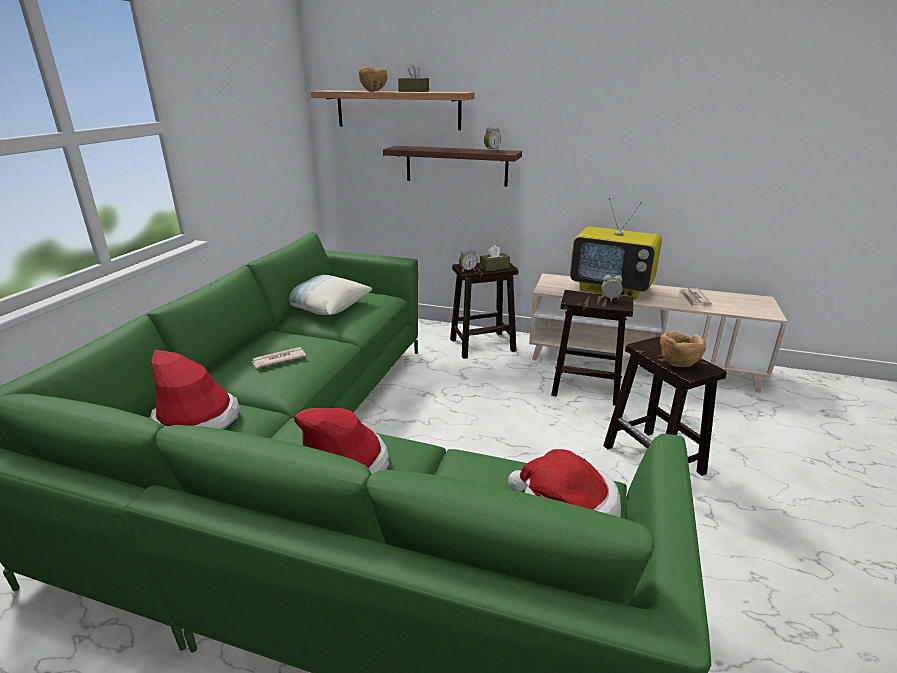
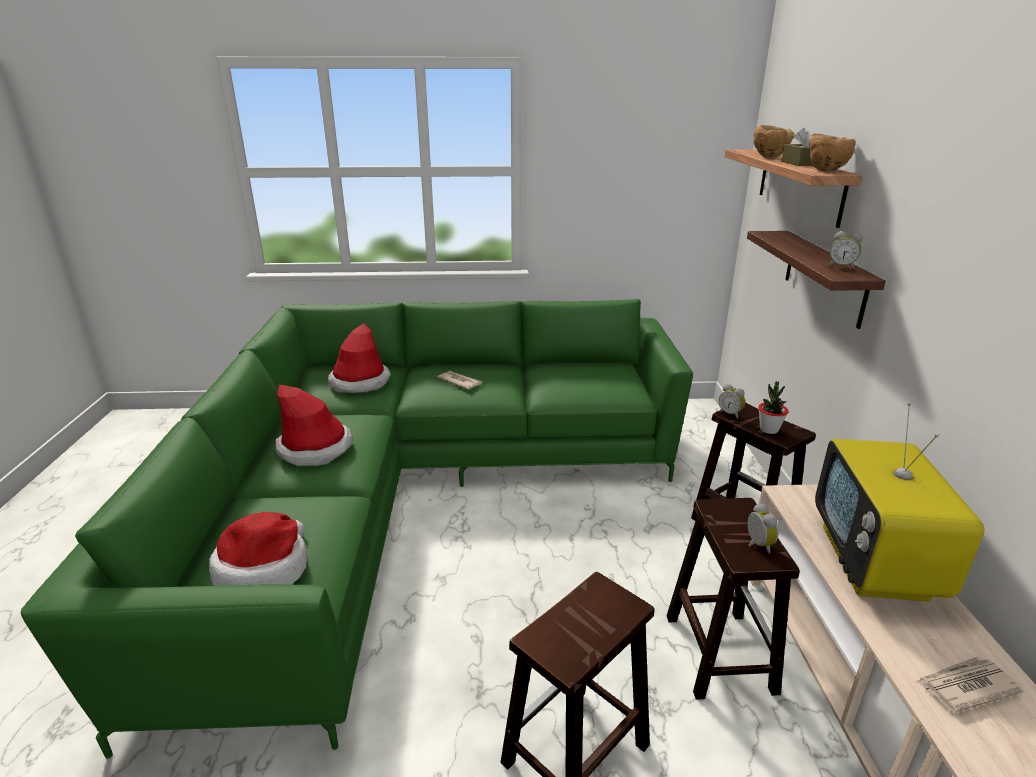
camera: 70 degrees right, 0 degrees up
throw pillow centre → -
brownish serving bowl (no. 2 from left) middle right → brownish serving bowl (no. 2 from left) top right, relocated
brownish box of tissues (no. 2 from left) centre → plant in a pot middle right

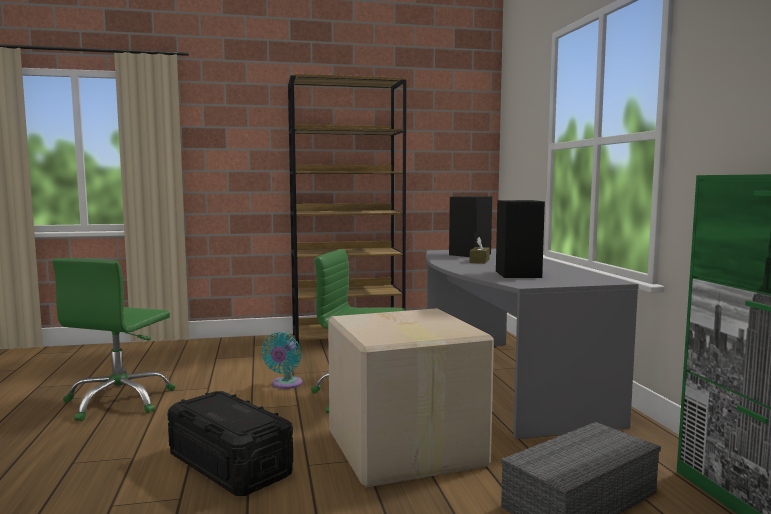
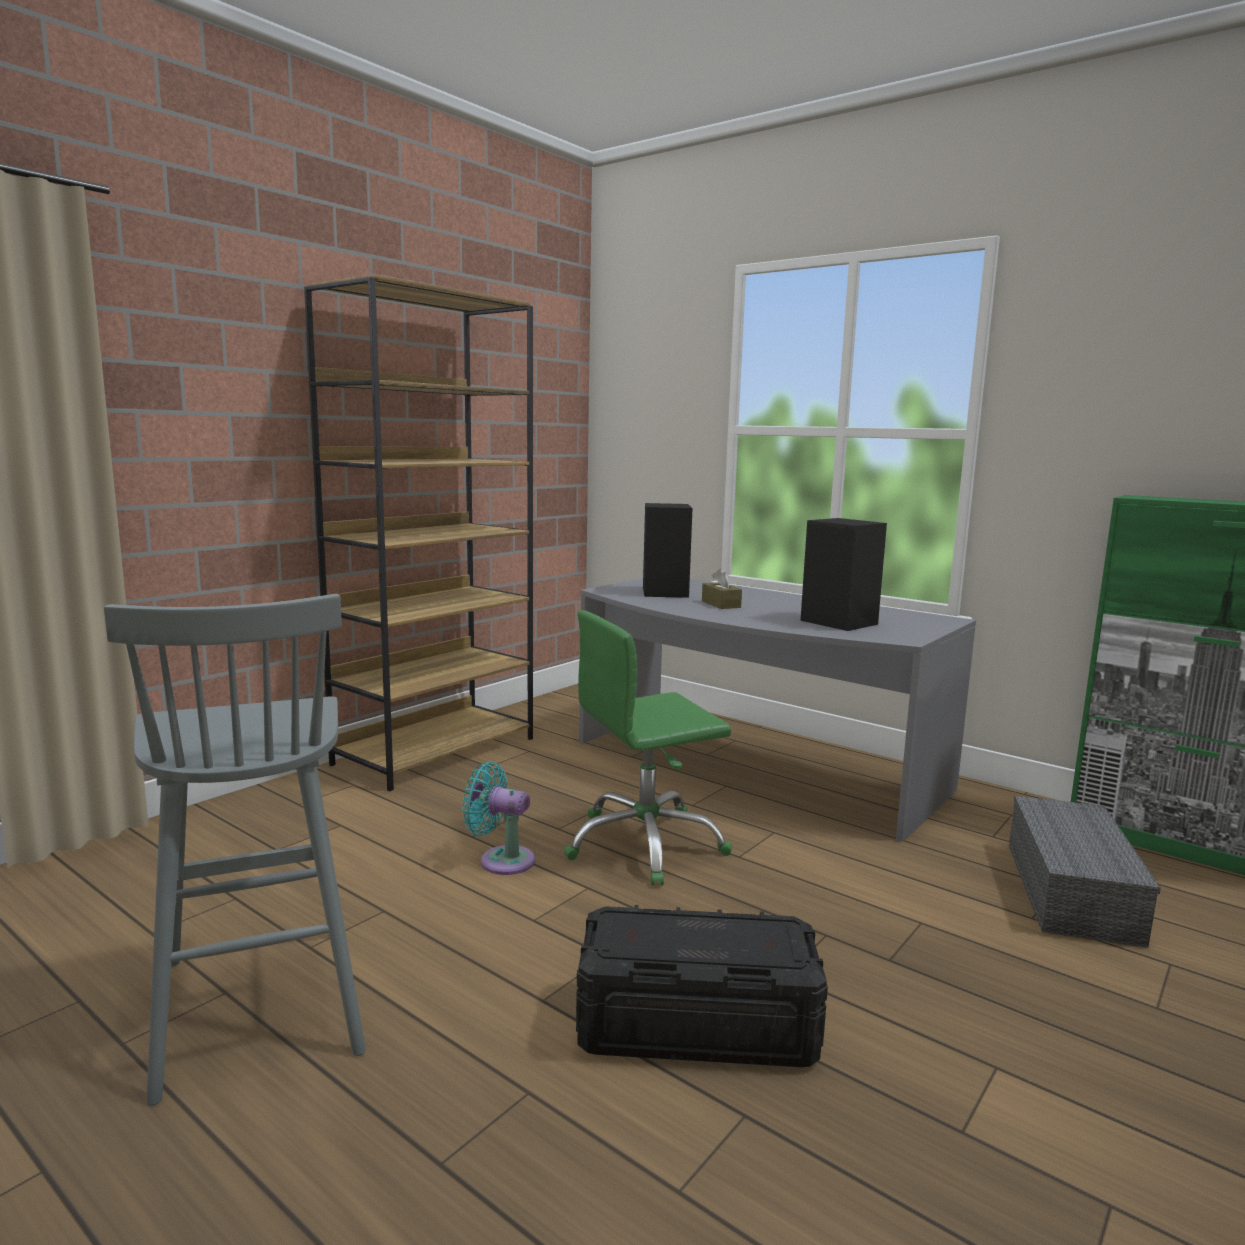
camera: 40 degrees left, 5 degrees up
carton bottom centre → -
greenish desk chair (no. 1 from left) middle left → greyish stool seat bottom left
turquoise-coloured electric fan bottom centre → turquoise-coloured electric fan centre, 135 degrees clockwise

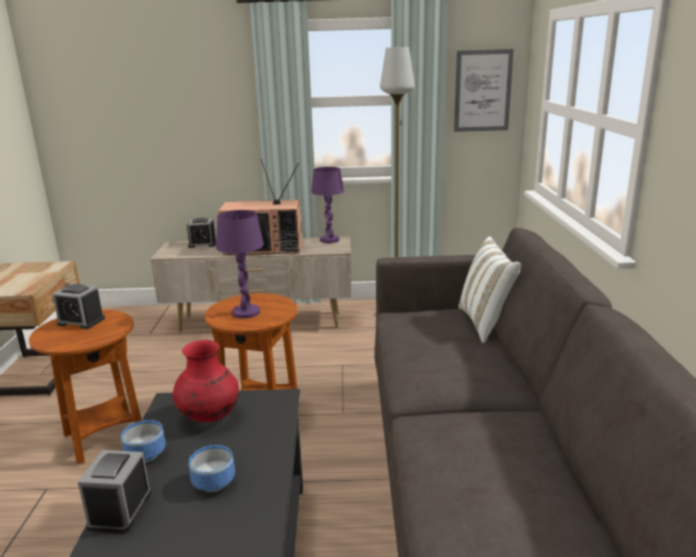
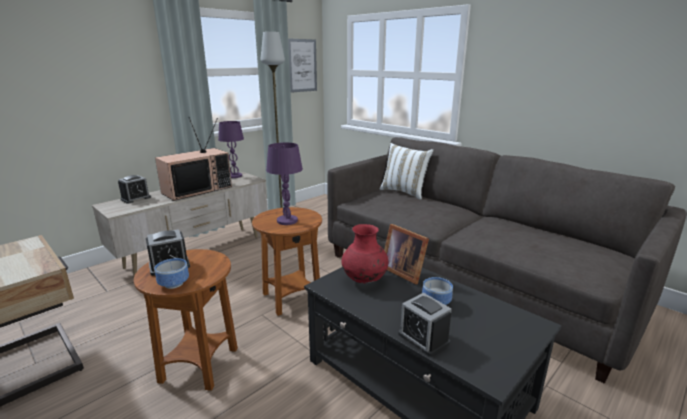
camera: 45 degrees left, 0 degrees up
- → standing frame centre
serving bowl (no. 1 from left) bottom left → serving bowl (no. 1 from left) middle left, relocated

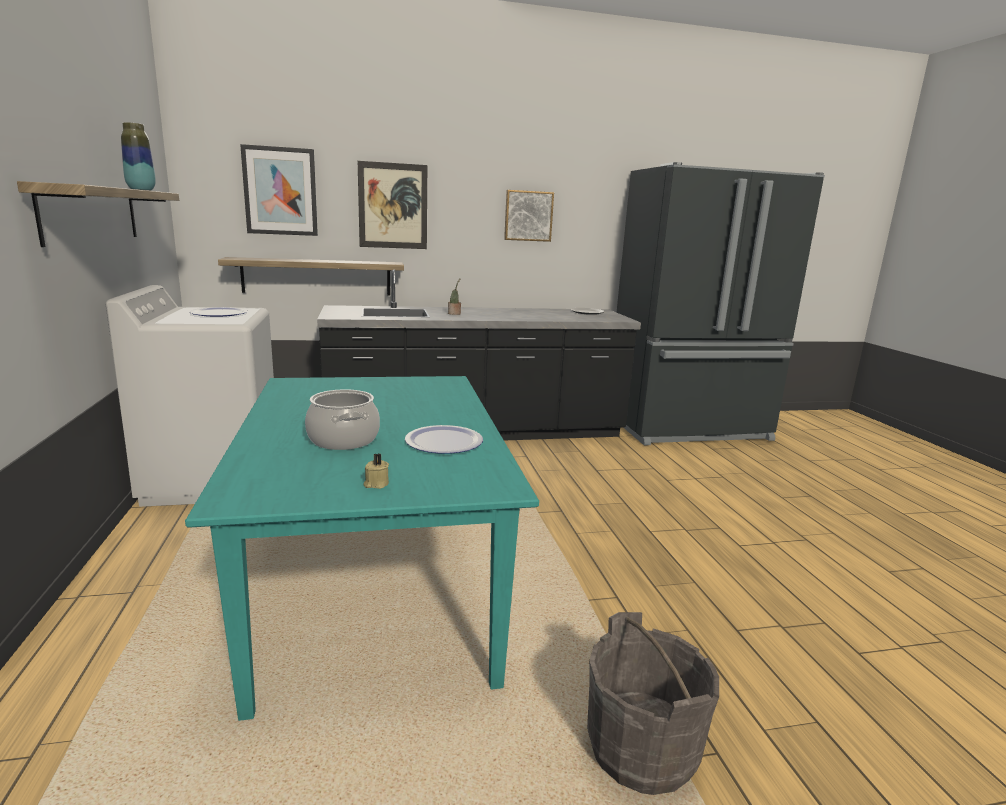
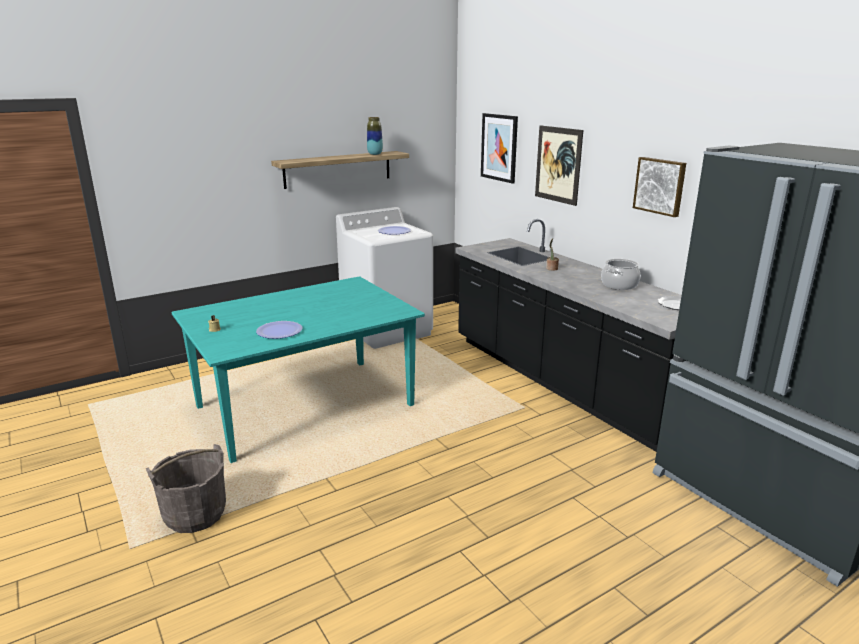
camera: 70 degrees right, 5 degrees up
bracket shelf (no. 2 from left) middle left → -
saucepot centre → saucepot middle right, relocated

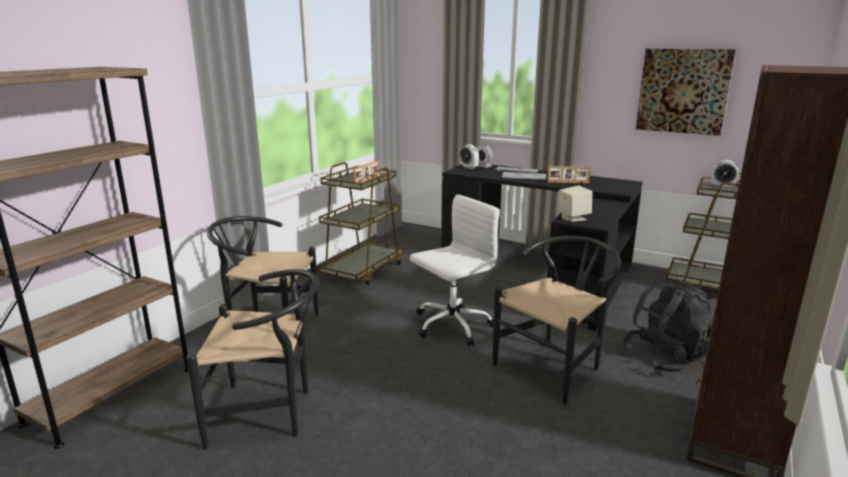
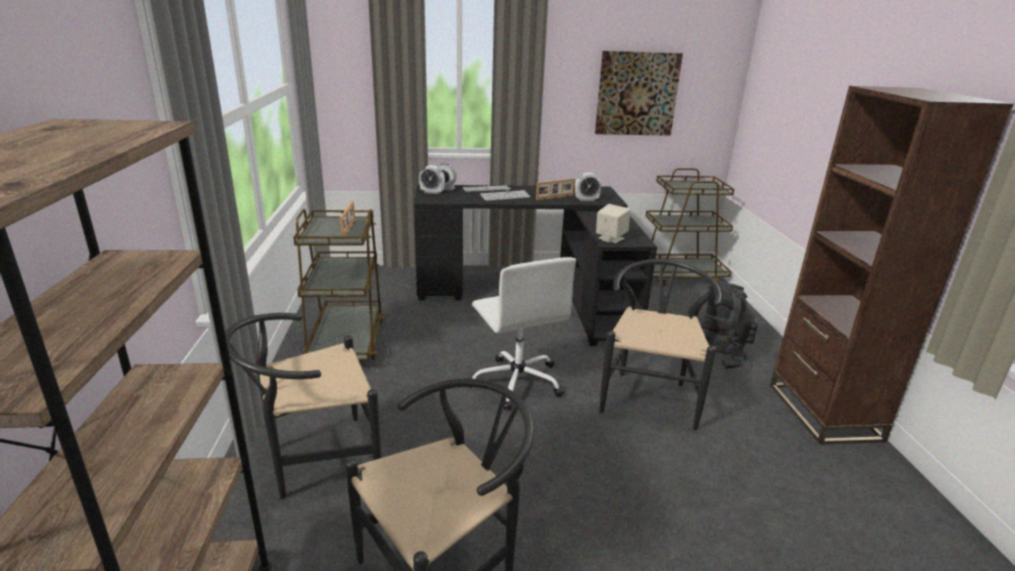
camera: 35 degrees left, 5 degrees up
bedside clock (no. 3 from left) middle right → bedside clock (no. 3 from left) top centre, relocated
whitish desk chair centre, 135 degrees clockwise

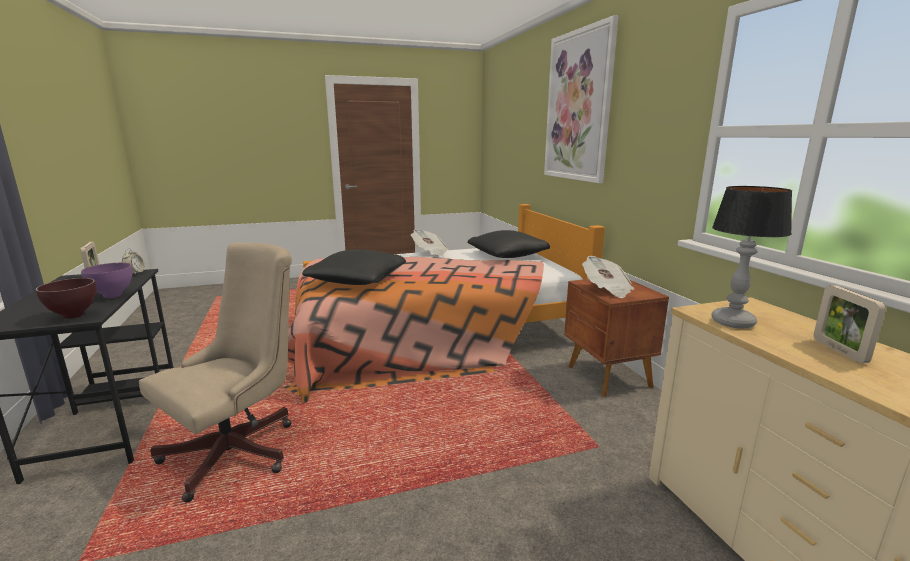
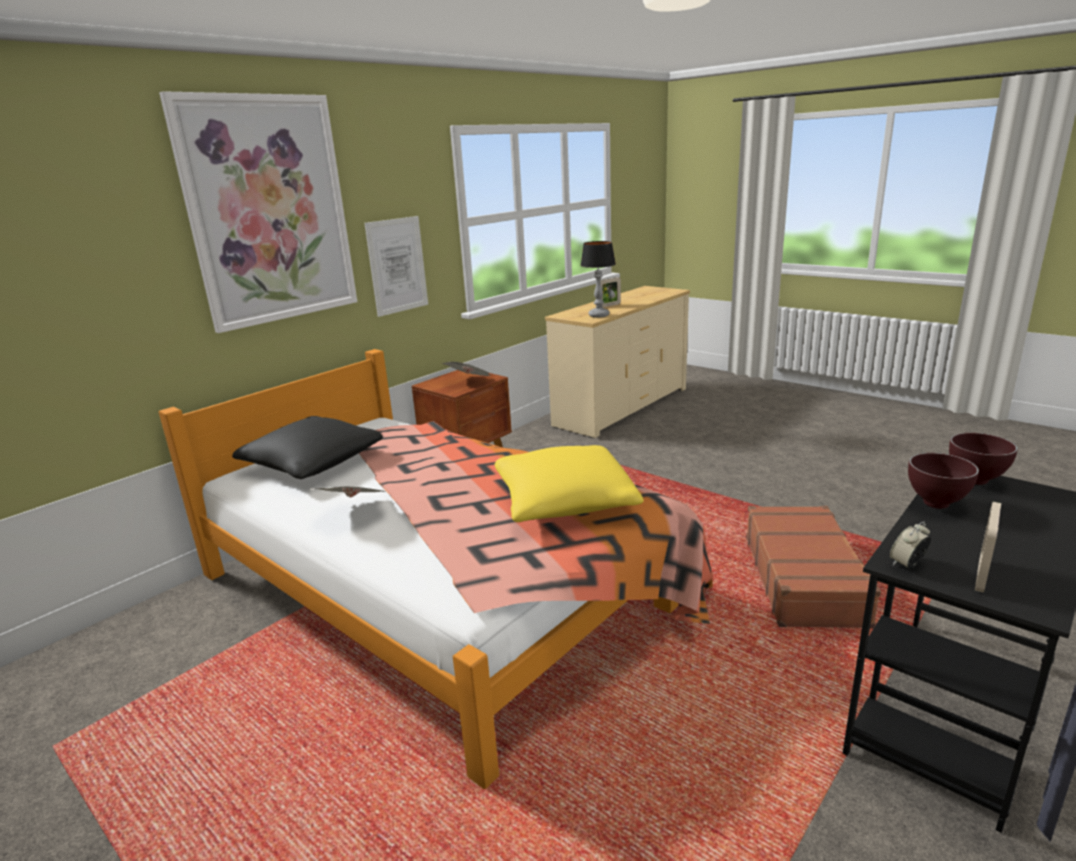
camera: 120 degrees left, 5 degrees up
- → wall picture (no. 2 from left) top centre
beige desk chair middle left → brownish piece of luggage middle right
purple-coloured serving bowl middle left → brownish serving bowl (no. 1 from left) middle right
black throw pillow (no. 1 from left) centre → yellow-coloured throw pillow centre

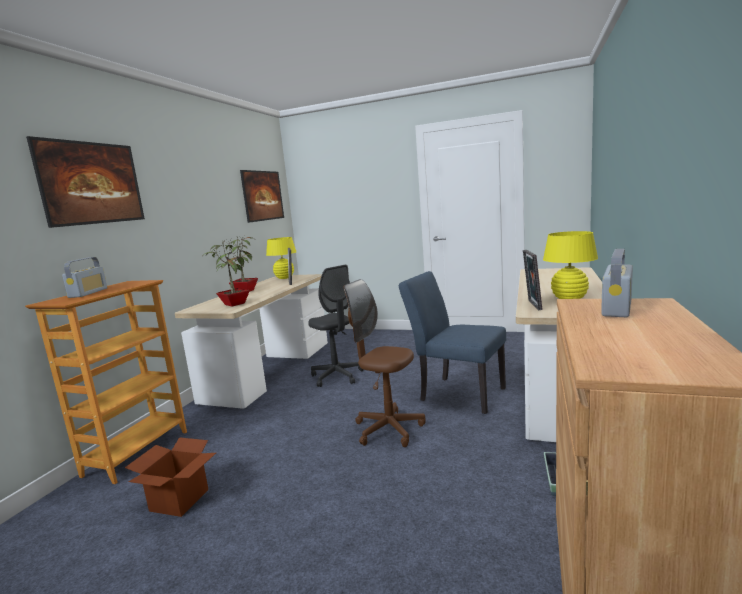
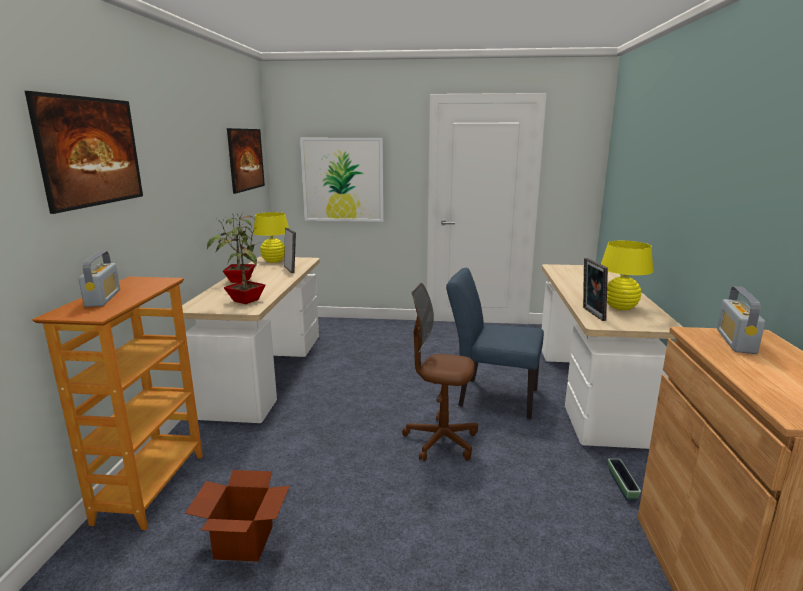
camera: 15 degrees left, 5 degrees up
greyish desk chair centre → -
- → wall picture (no. 3 from left) top centre

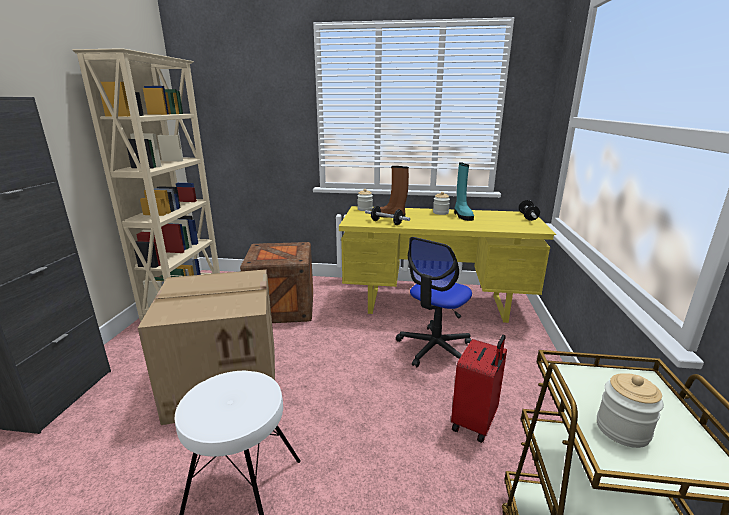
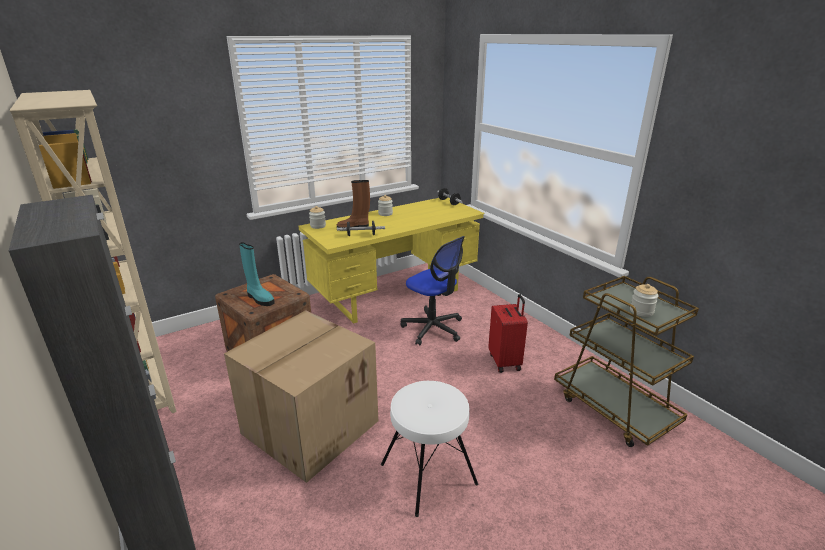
camera: 40 degrees left, 5 degrees up
turquoise-coloured high-top boot centre → turquoise-coloured high-top boot middle left, relocated
desk chair centre, 45 degrees counterclockwise

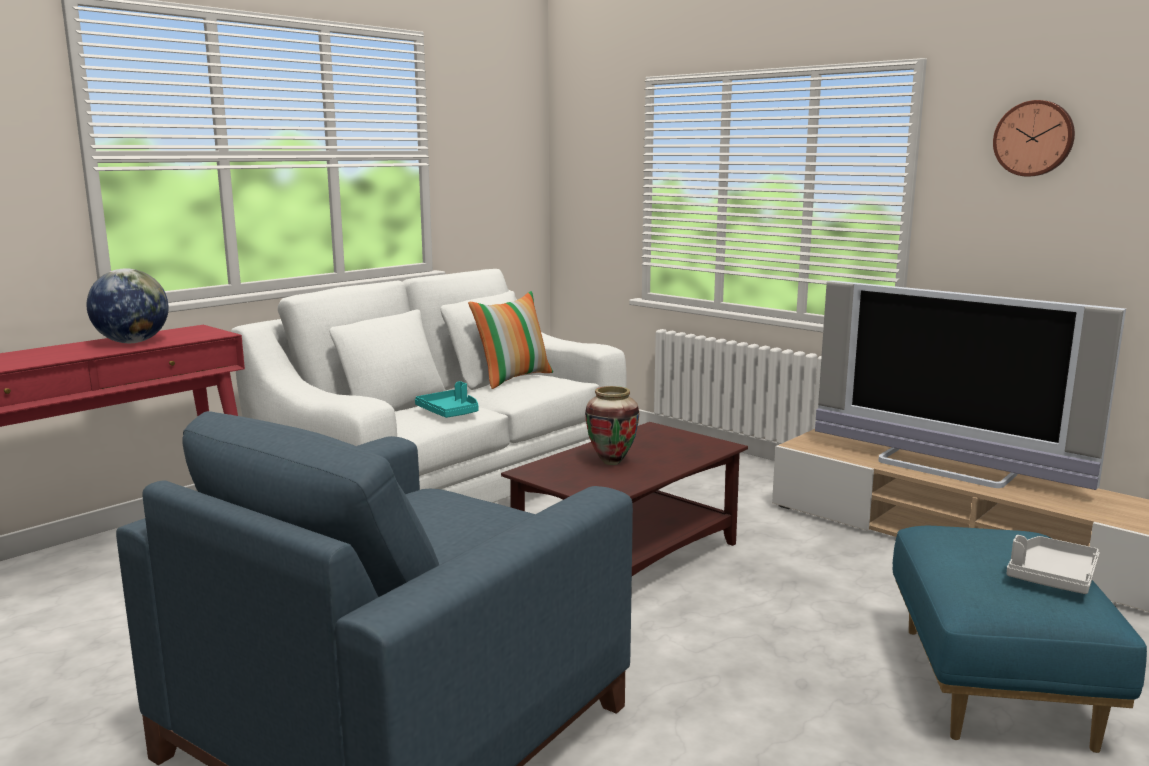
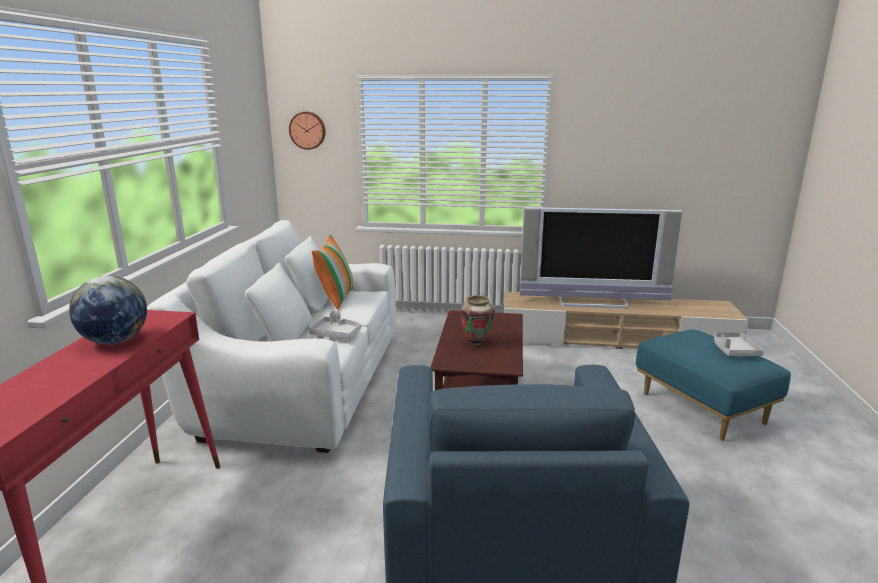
camera: 35 degrees left, 5 degrees up
hanging clock top right → hanging clock top centre, relocated
turquoise-coloured tray centre → greyish tray (no. 1 from left) centre

